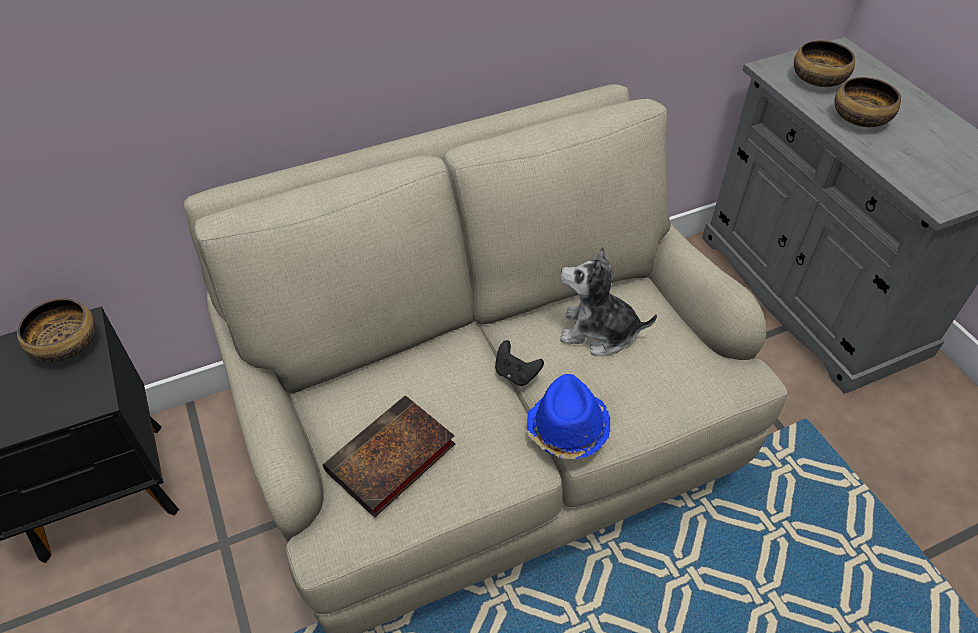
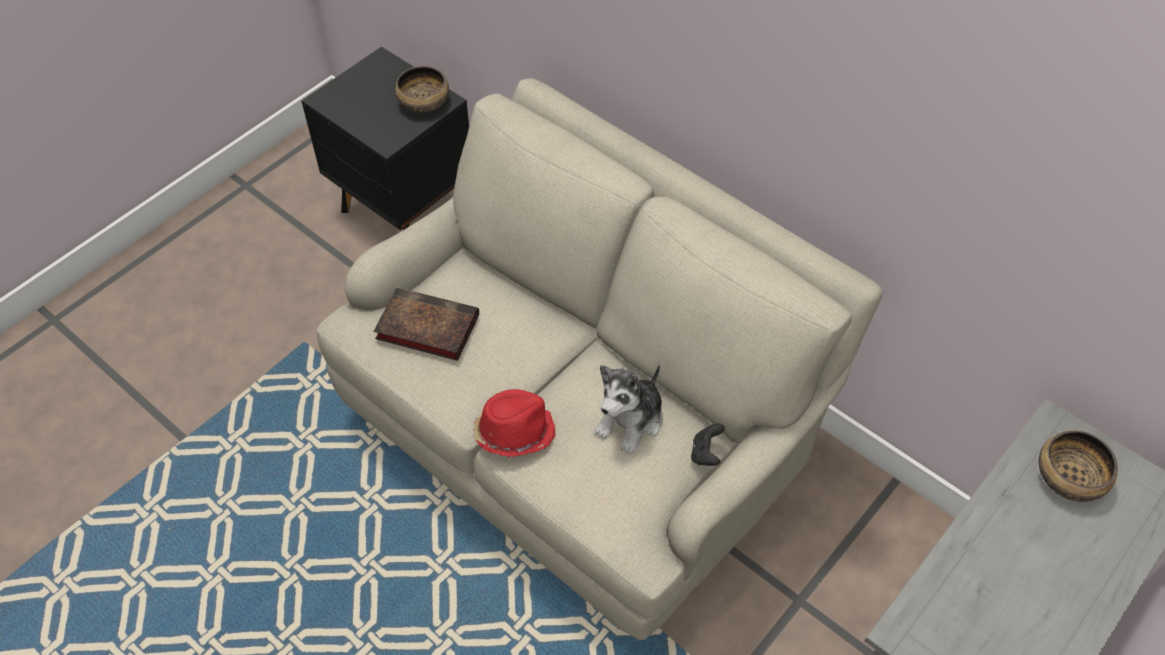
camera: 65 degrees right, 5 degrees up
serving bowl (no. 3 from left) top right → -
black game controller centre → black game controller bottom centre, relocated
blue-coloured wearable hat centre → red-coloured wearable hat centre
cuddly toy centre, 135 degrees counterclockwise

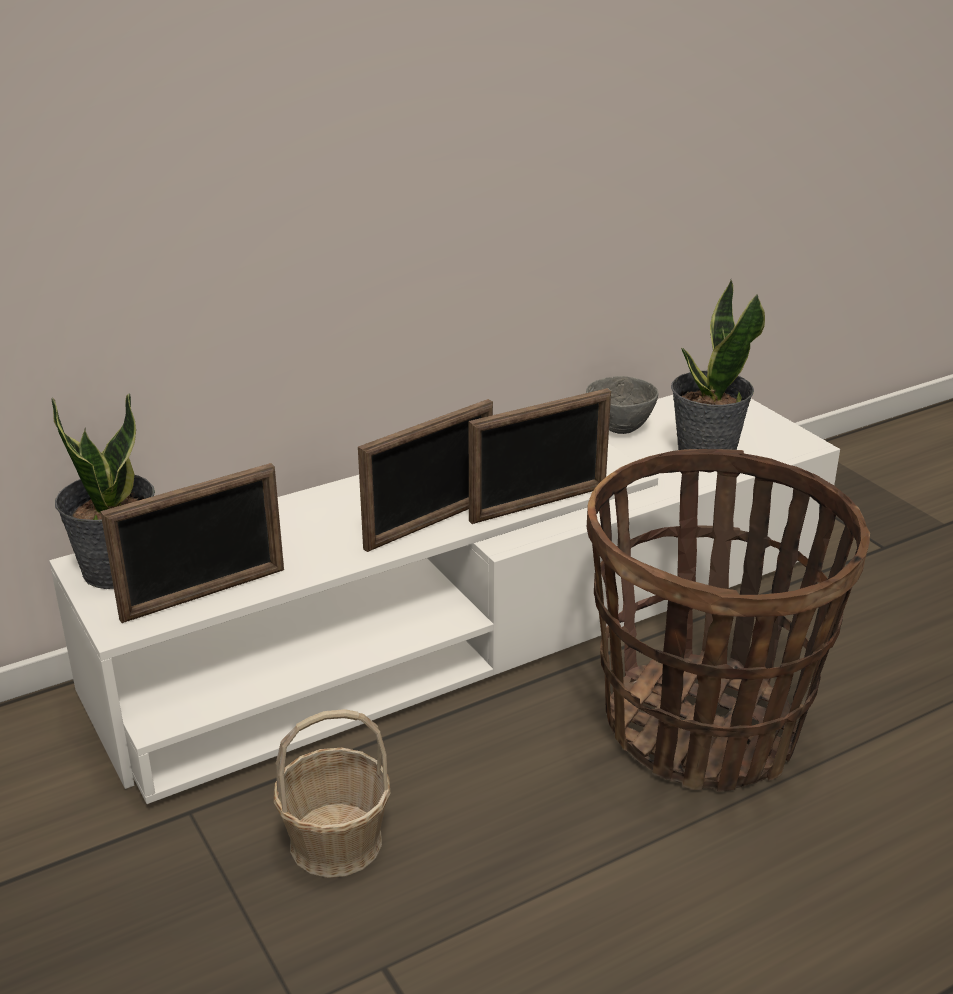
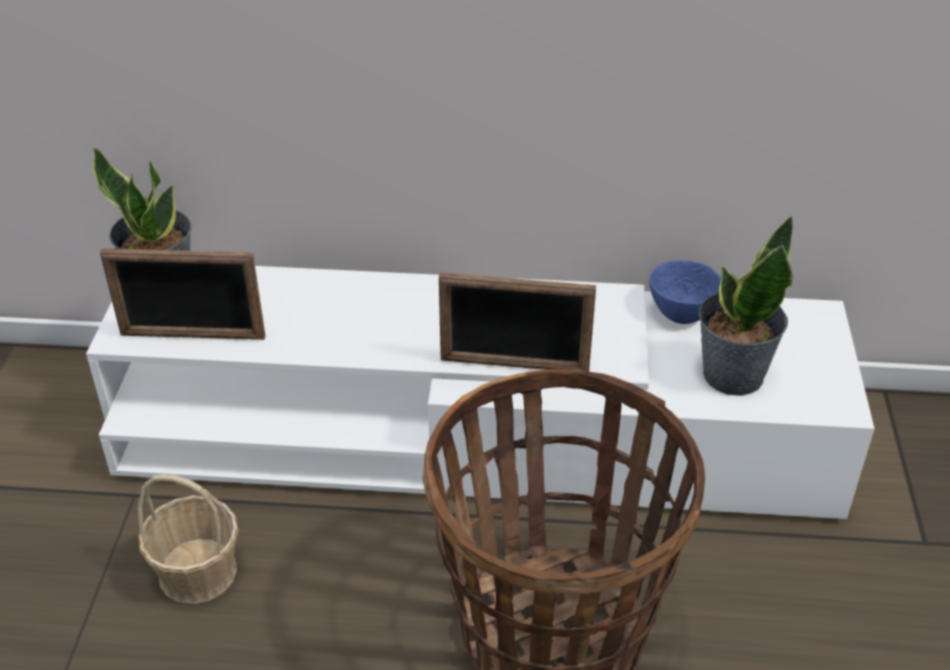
camera: 35 degrees right, 10 degrees up
standing frame (no. 2 from left) centre → -
greyish serving bowl centre → blue-coloured serving bowl middle right

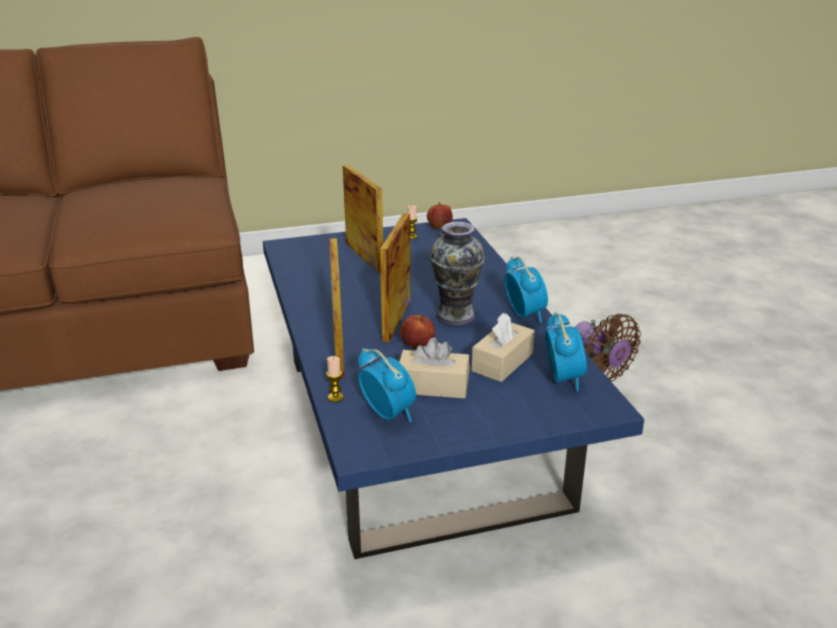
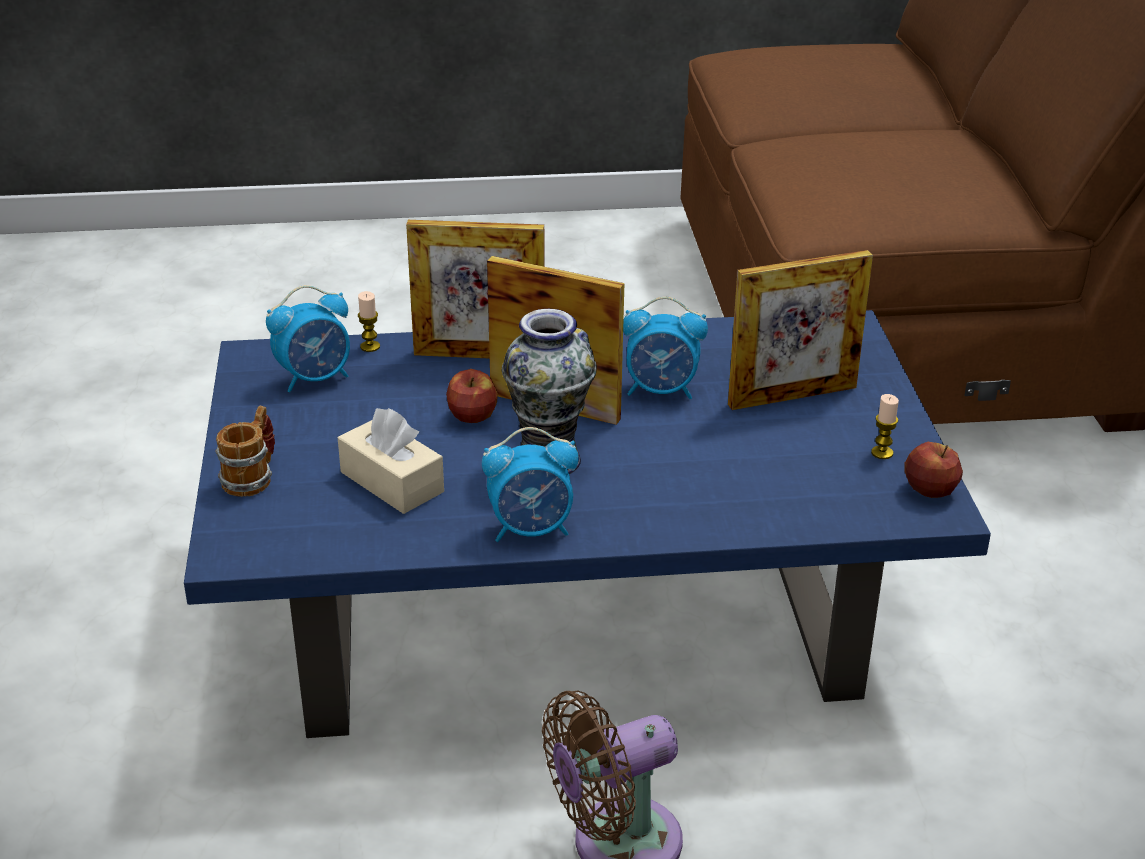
camera: 100 degrees right, 5 degrees up
beige box of tissues (no. 1 from left) centre → -
- → tea mug middle left
bedside clock (no. 3 from left) middle right → bedside clock (no. 3 from left) centre, relocated

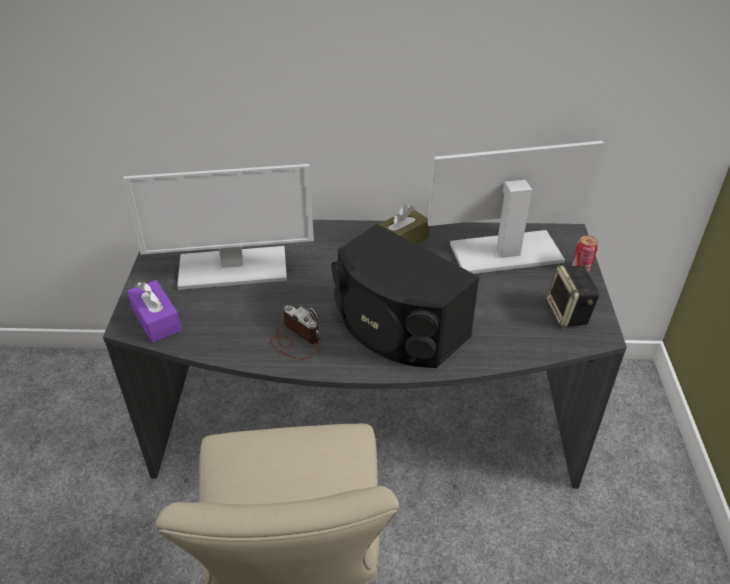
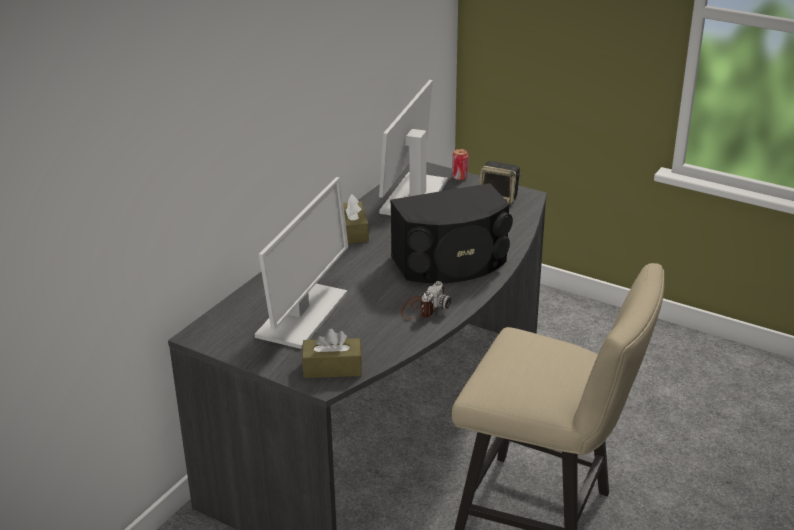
camera: 60 degrees left, 10 degrees down
purple-coloured box of tissues middle left → brownish box of tissues (no. 1 from left) centre
still camera centre, 135 degrees clockwise

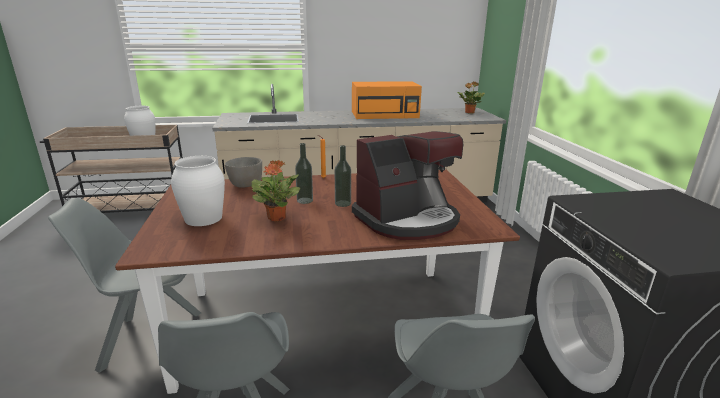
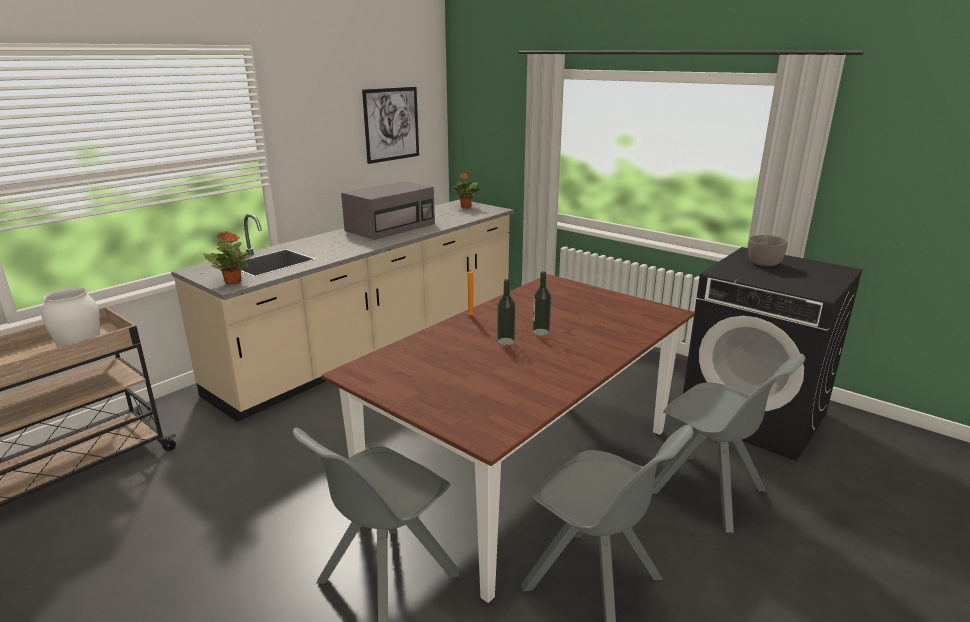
camera: 40 degrees left, 0 degrees up
whitish flower vase (no. 2 from left) middle left → -
coffee brewer centre → -
- → wall picture top centre
greyish serving bowl centre → greyish serving bowl middle right, relocated
plant in a pot (no. 1 from left) centre → plant in a pot (no. 1 from left) middle left, relocated
orange kitchen microwave top centre → greyish kitchen microwave centre

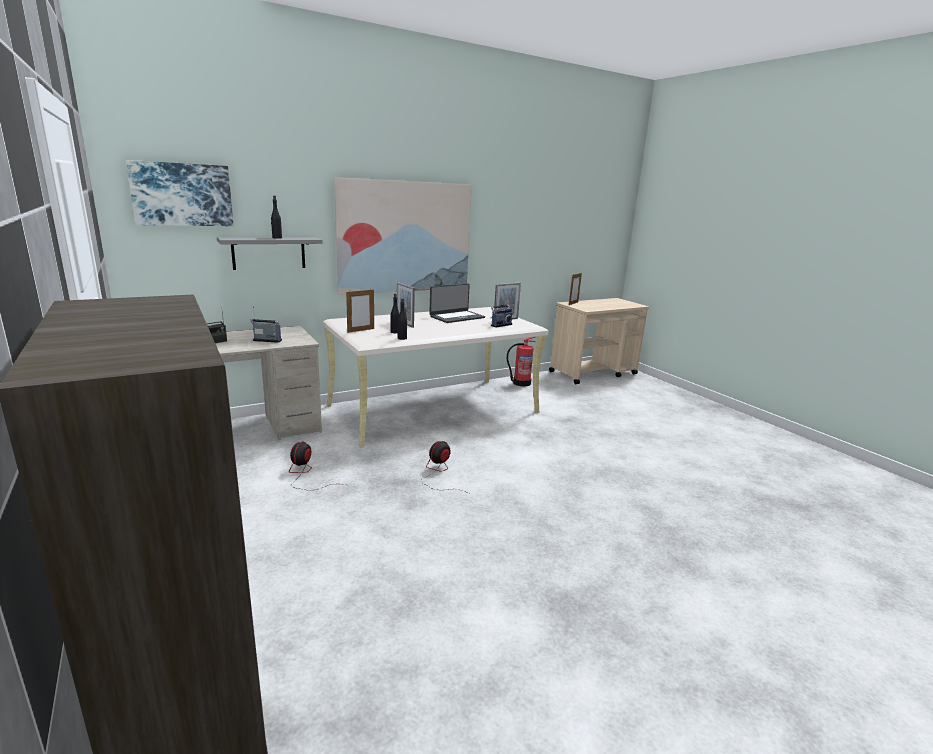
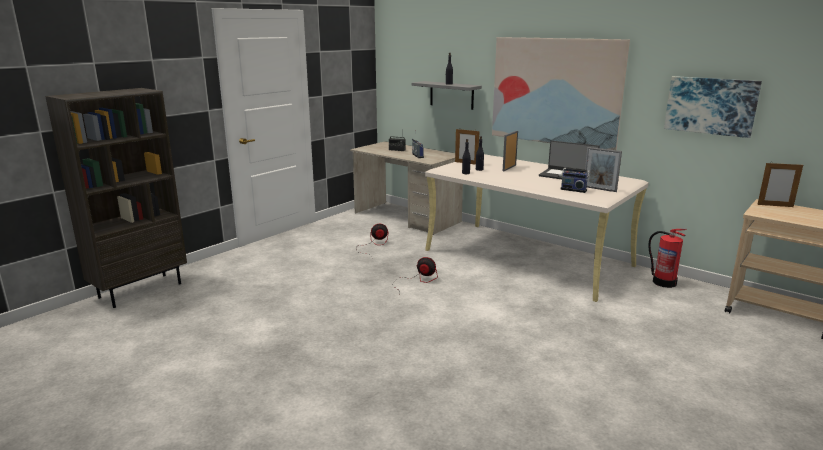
camera: 70 degrees right, 0 degrees up
wall picture (no. 1 from left in the first image) top left → wall picture (no. 2 from left) top right, relocated

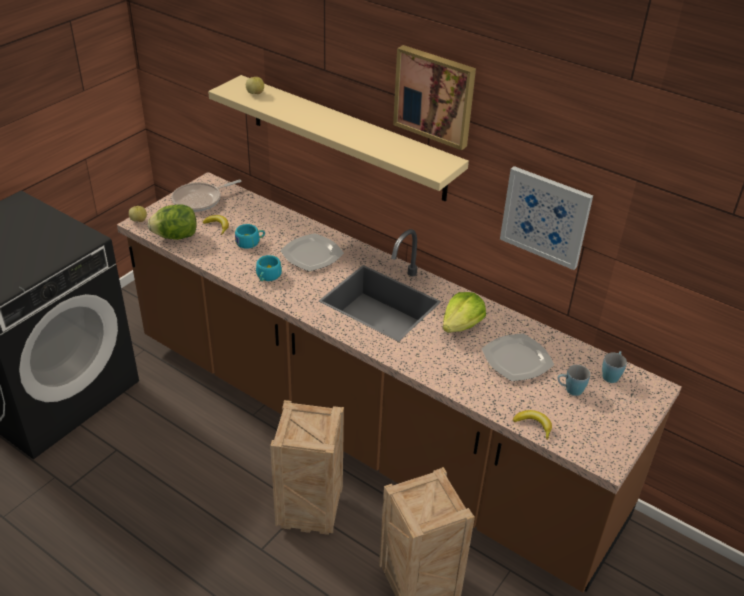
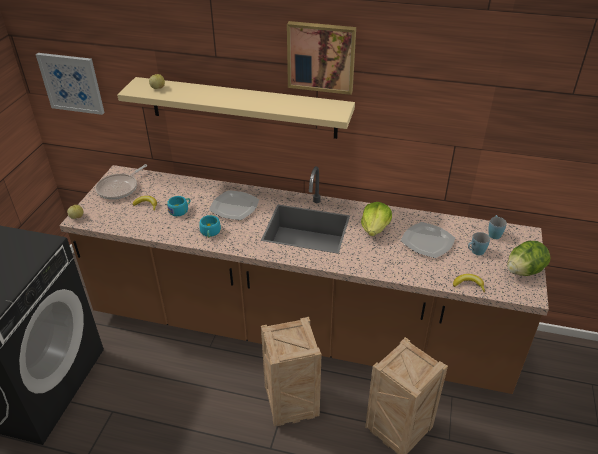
camera: 20 degrees left, 0 degrees up
lettuce (no. 1 from left in the first image) middle left → lettuce (no. 2 from left) middle right, relocated
wall picture (no. 2 from left in the first image) middle right → wall picture (no. 1 from left) top left, relocated

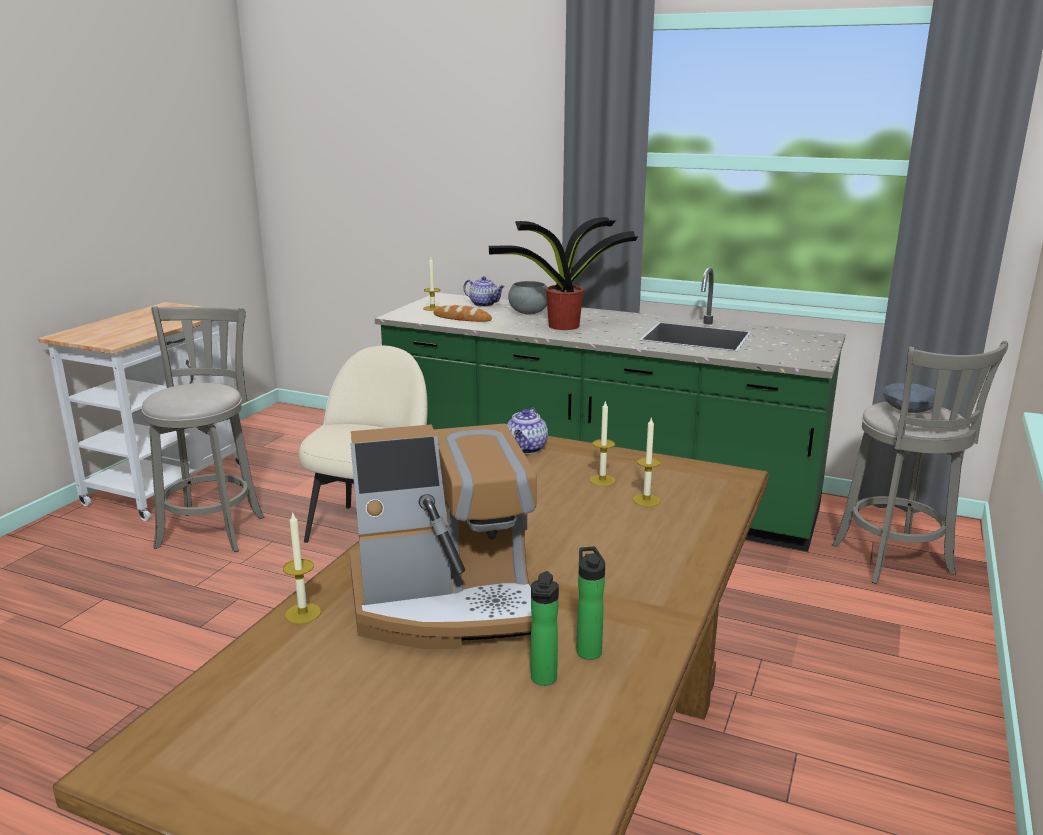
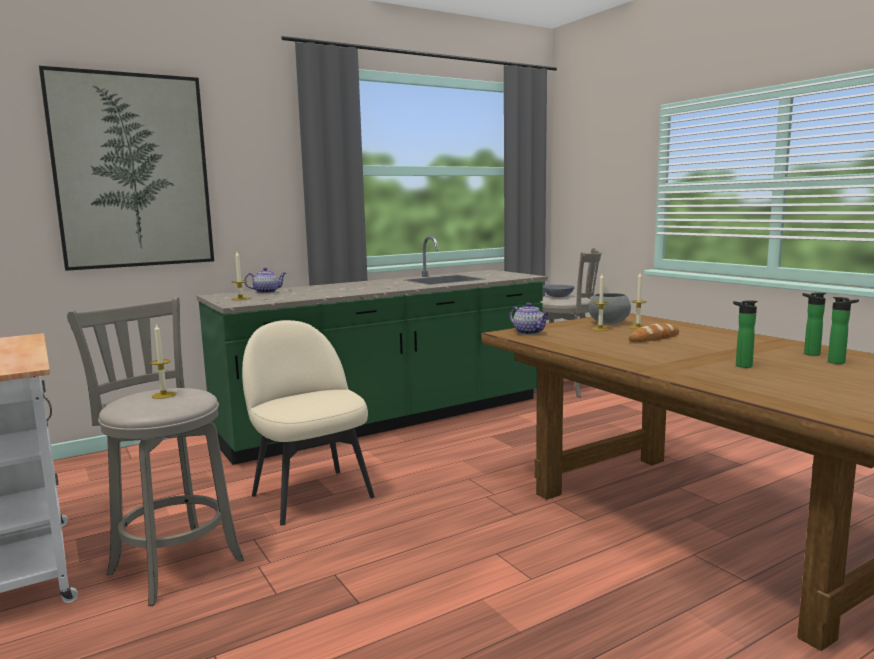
camera: 55 degrees left, 10 degrees down
plant in a pot top centre → -
- → wall picture top left
wax candle (no. 1 from left) bottom left → wax candle (no. 1 from left) middle left, relocated
bakery bread centre → bakery bread middle right, relocated
greyish serving bowl (no. 1 from left in the first image) centre → greyish serving bowl (no. 2 from left) middle right, relocated
coffee brewer centre → beverage bottle (no. 1 from left) middle right

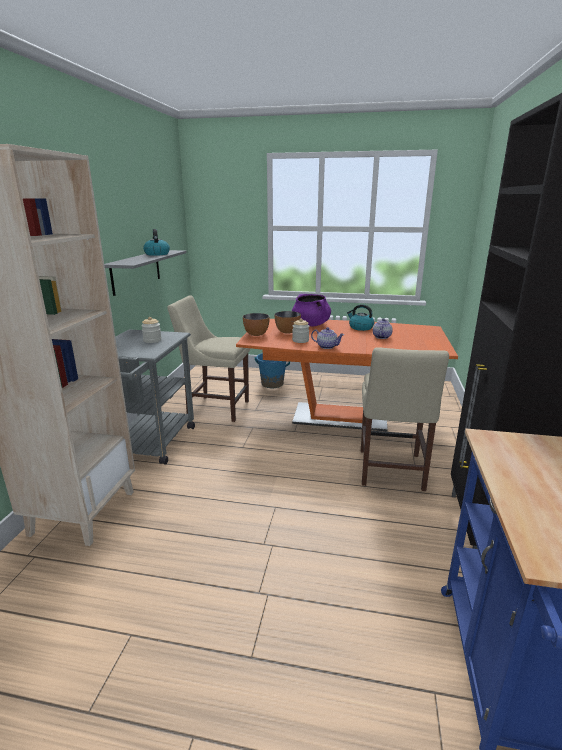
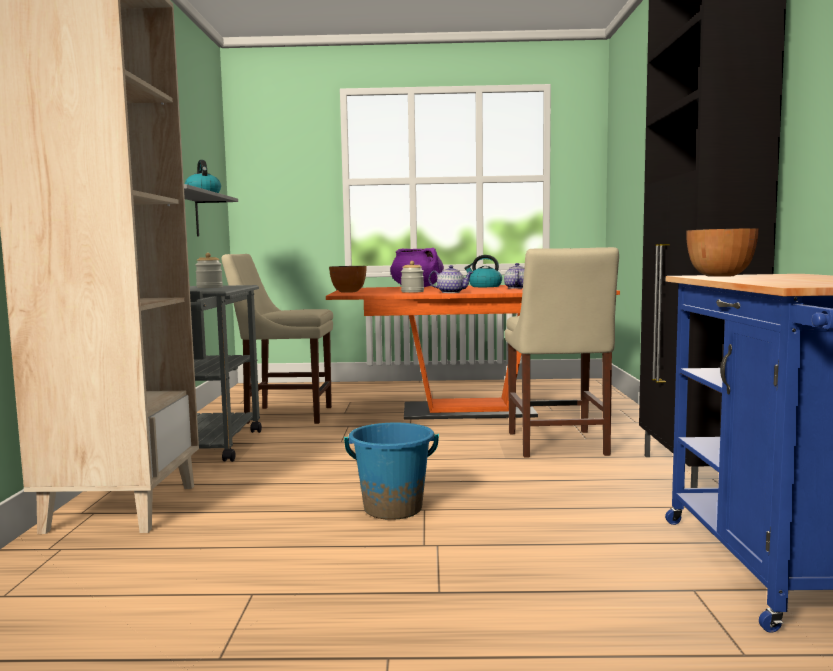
camera: 10 degrees left, 15 degrees down
blue-coloured bucket centre → blue-coloured bucket bottom centre, relocated
serving bowl (no. 2 from left) centre → serving bowl (no. 2 from left) middle right, relocated

